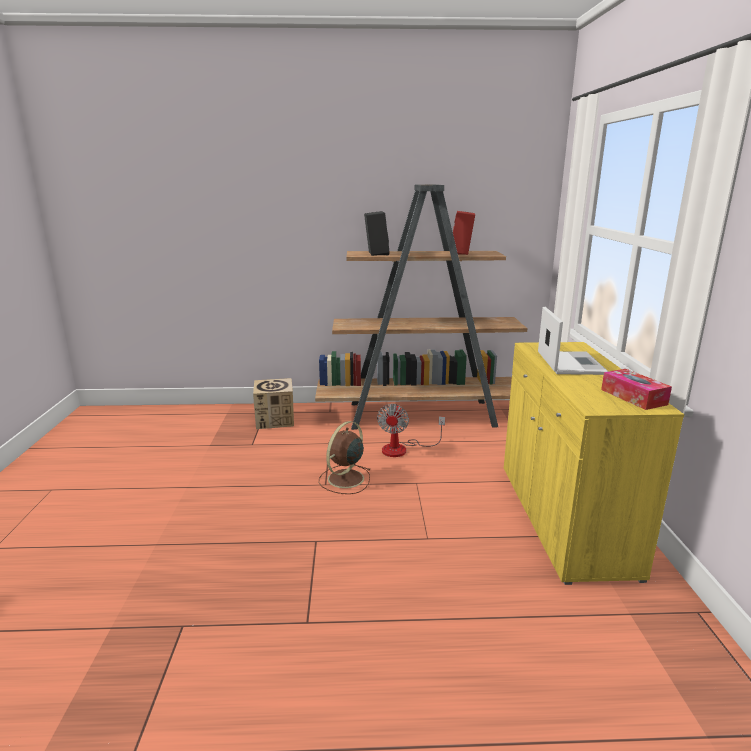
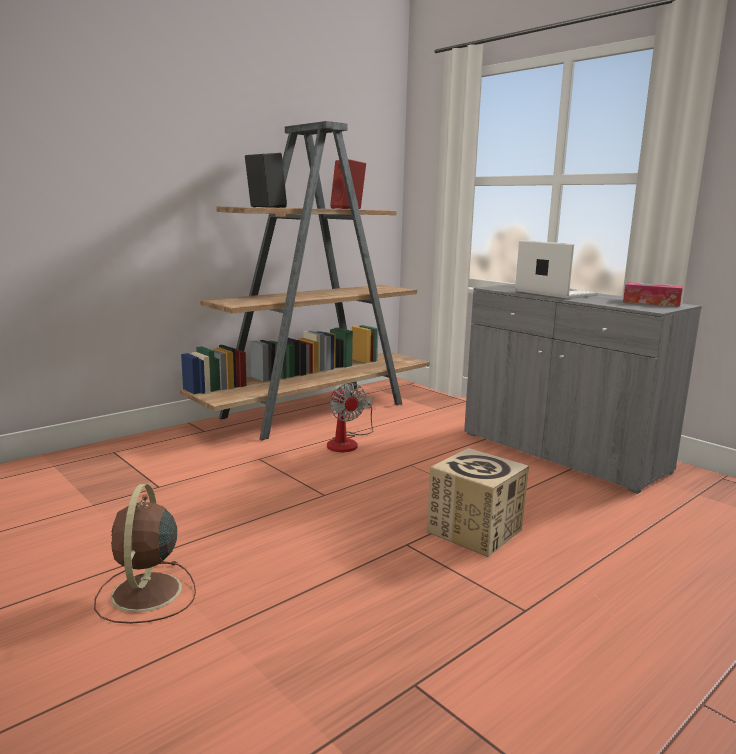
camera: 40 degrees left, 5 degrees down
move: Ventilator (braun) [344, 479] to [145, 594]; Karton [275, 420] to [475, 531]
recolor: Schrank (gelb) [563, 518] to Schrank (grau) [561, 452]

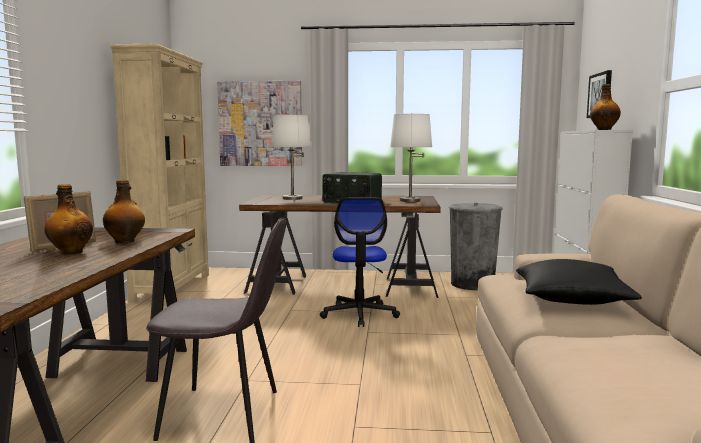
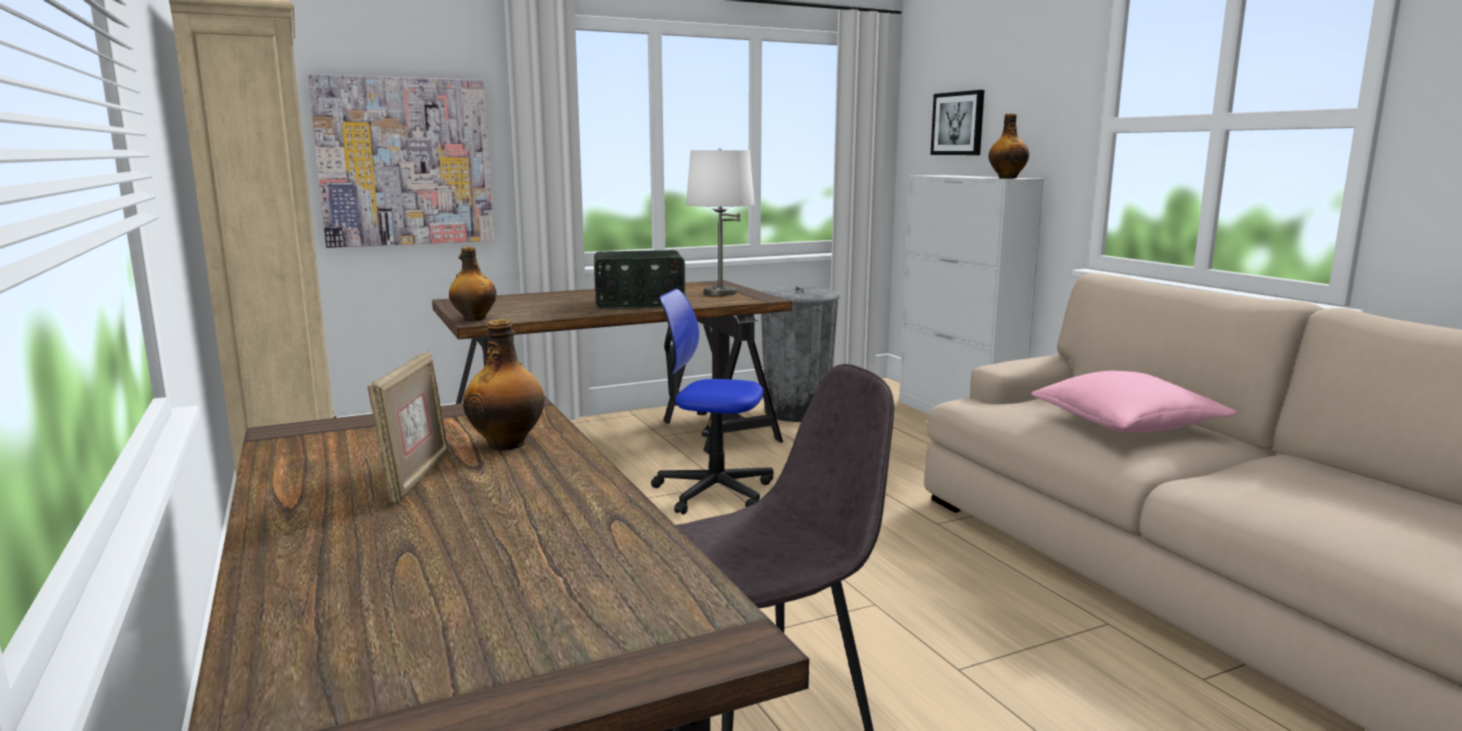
camera: 30 degrees left, 5 degrees up
delete: Tischlampe (weiß) [292, 198]
move: Flasche [71, 252] to [474, 319]
recolor: Kissen (schwarz) [571, 299] to Kissen (rosa) [1127, 425]
rotate: Bürostuhl [359, 314] = [713, 491] 135 degrees clockwise

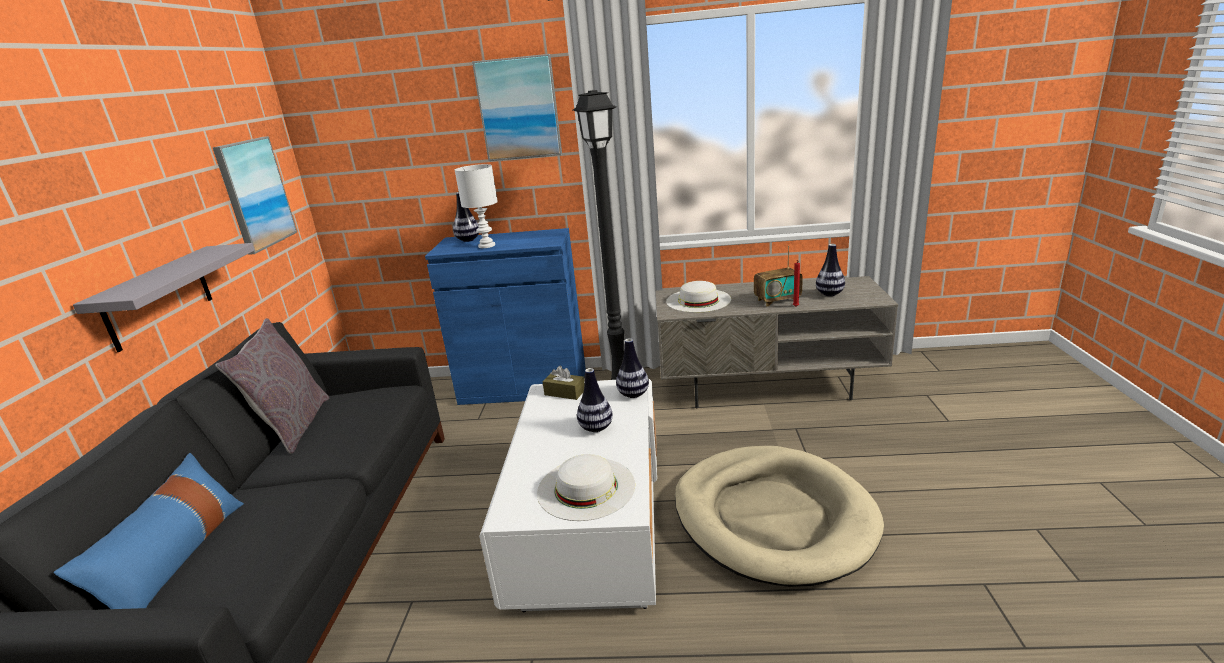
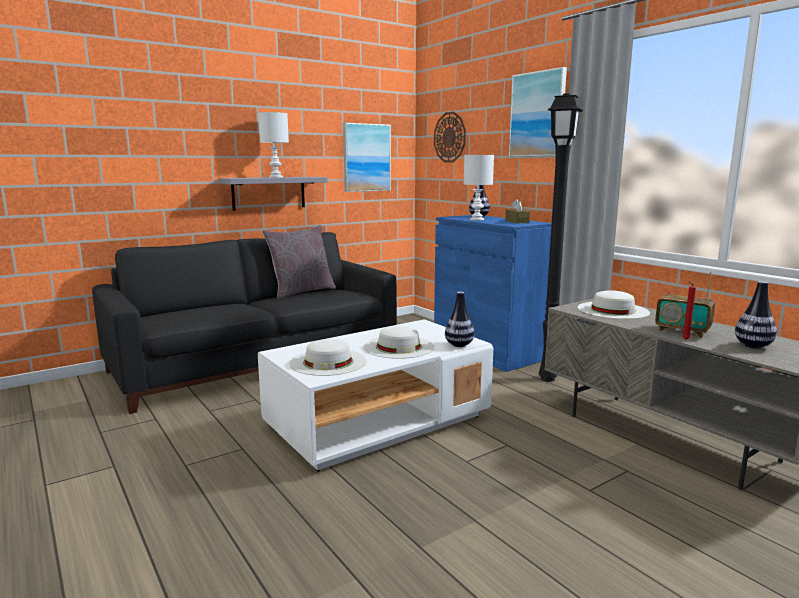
camera: 50 degrees right, 10 degrees down
delete: Kissen (blau) [176, 559]; Hundebett (beige) [772, 517]
insert: Tischlampe (weiß) [276, 177]; Wanduhr [450, 137]
move: Taschentuchbox (braun) [564, 393] to [517, 221]
replace: Vase [596, 428] to Hut (weiß) [399, 347]

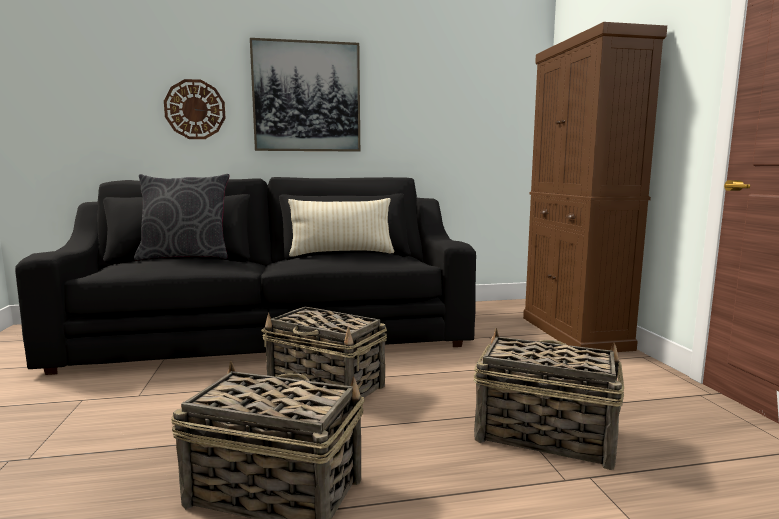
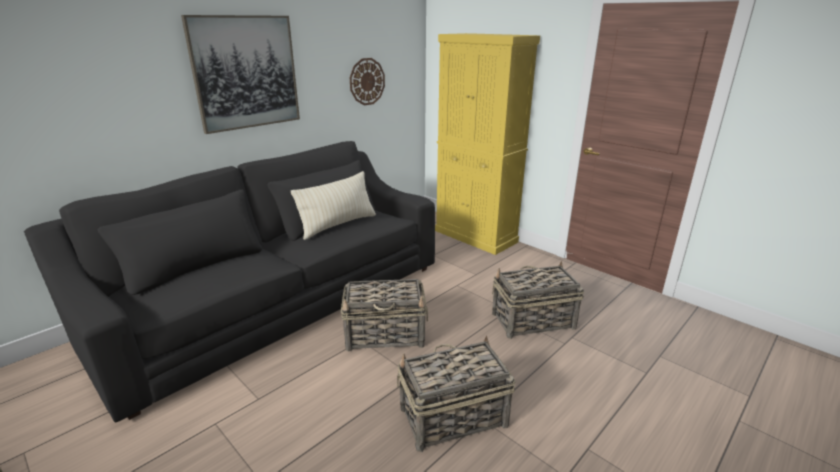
camera: 35 degrees left, 15 degrees up
delete: Kissen (grau) [185, 257]
move: Wanduhr [195, 109] to [367, 81]
recolor: Schrank (braun) [574, 333] to Schrank (gelb) [475, 236]

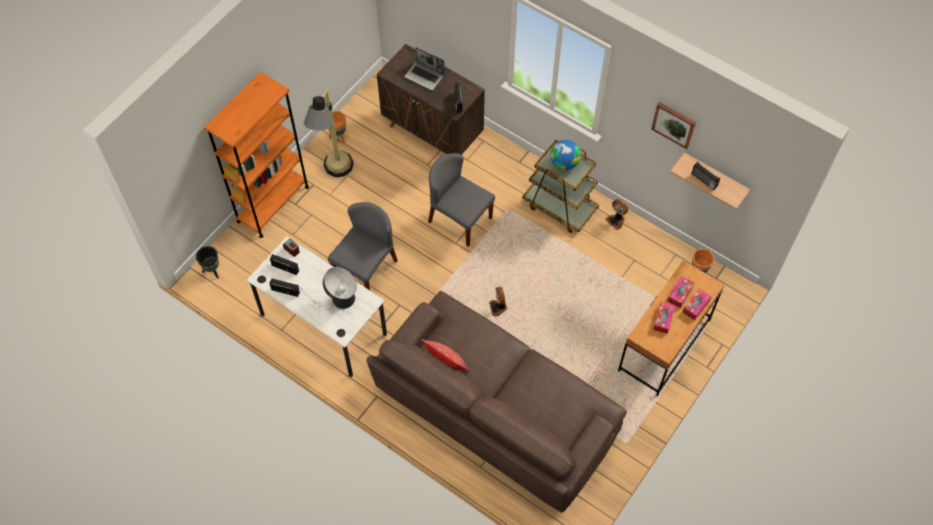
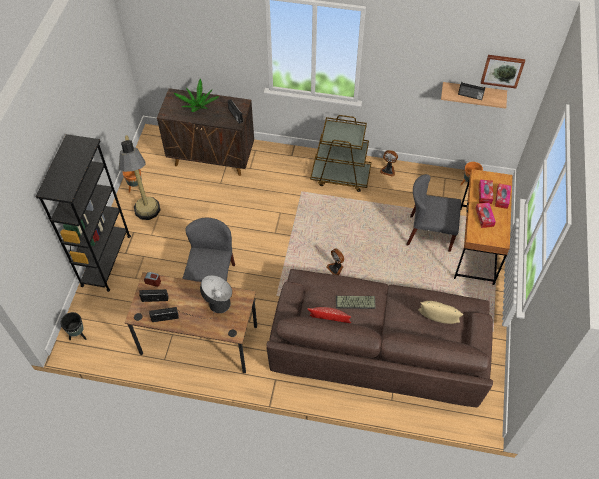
camera: 25 degrees left, 5 degrees down
delete: Globus [564, 163]
insert: Tastatur [355, 303]; Kissen (beige) [437, 320]
move: Stuhl (grau) [459, 219] to [429, 233]; Bild [674, 124] to [502, 70]
replace: Laptop [425, 76] to Topfpflanze [198, 106]
recolor: Bücherregal (orange) [273, 204] to Bücherregal (schwarz) [106, 260]; Schreibtisch (weiß) [323, 324] to Schreibtisch (braun) [199, 340]

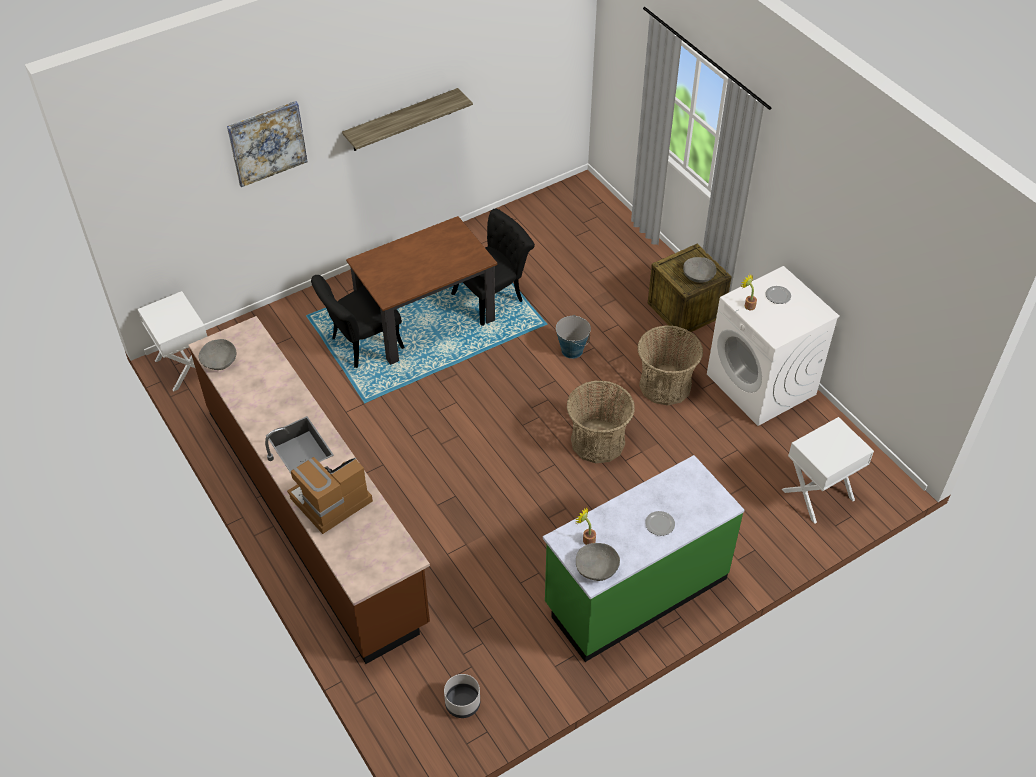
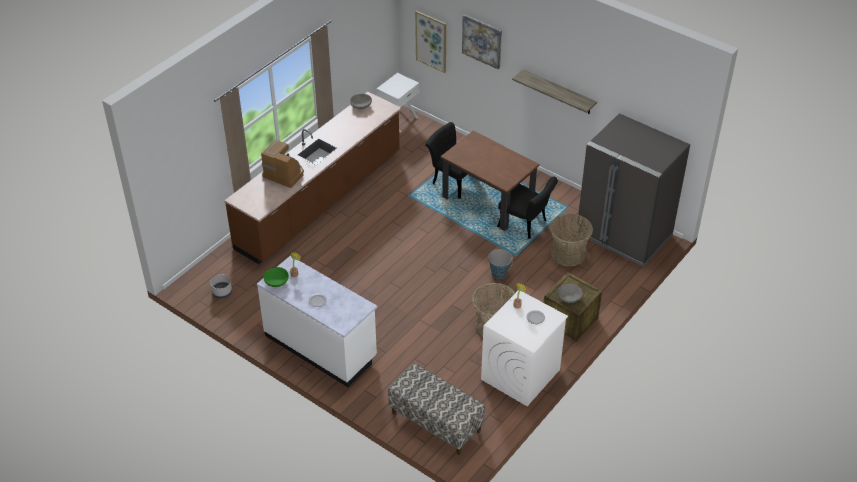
camera: 70 degrees right, 5 degrees down
insert: Bild [431, 41]; Kühlschrank (grau) [624, 235]
move: Korb [597, 441] to [568, 254]
replace: Nachttisch (weiß) [818, 495] to Bank [435, 422]
recolor: Küchenzeile (grün) [635, 592] to Küchenzeile (weiß) [321, 346]; Schüssel (grau) [597, 568] to Schüssel (grün) [276, 281]

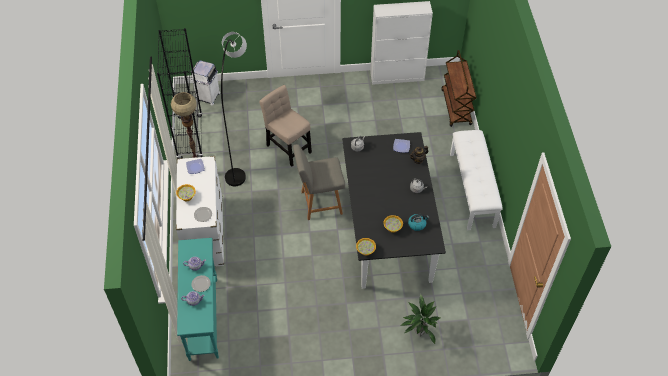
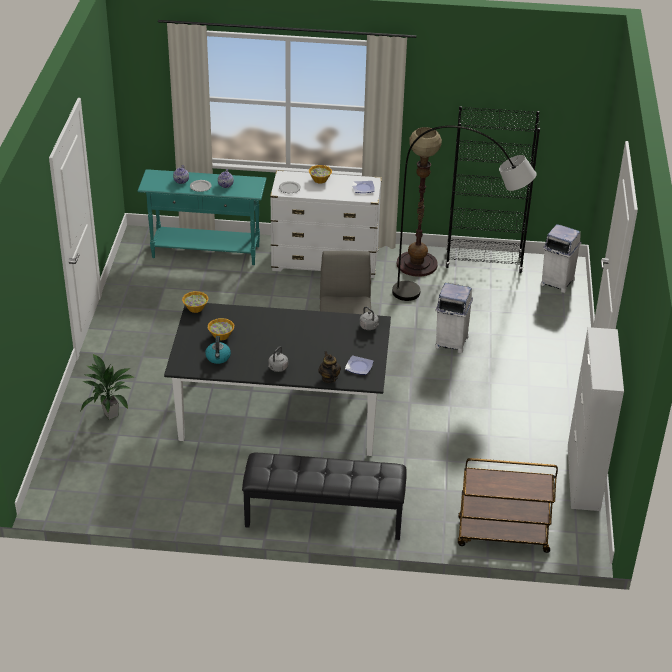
camera: 100 degrees right, 15 degrees down
replace: Stuhl (beige) [287, 147] to Mülleimer (weiß) [451, 342]
recolor: Bank (weiß) [472, 190] to Bank (schwarz) [323, 517]

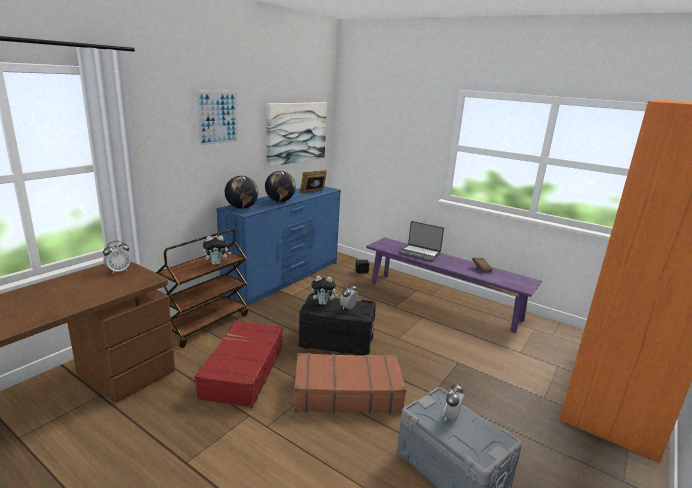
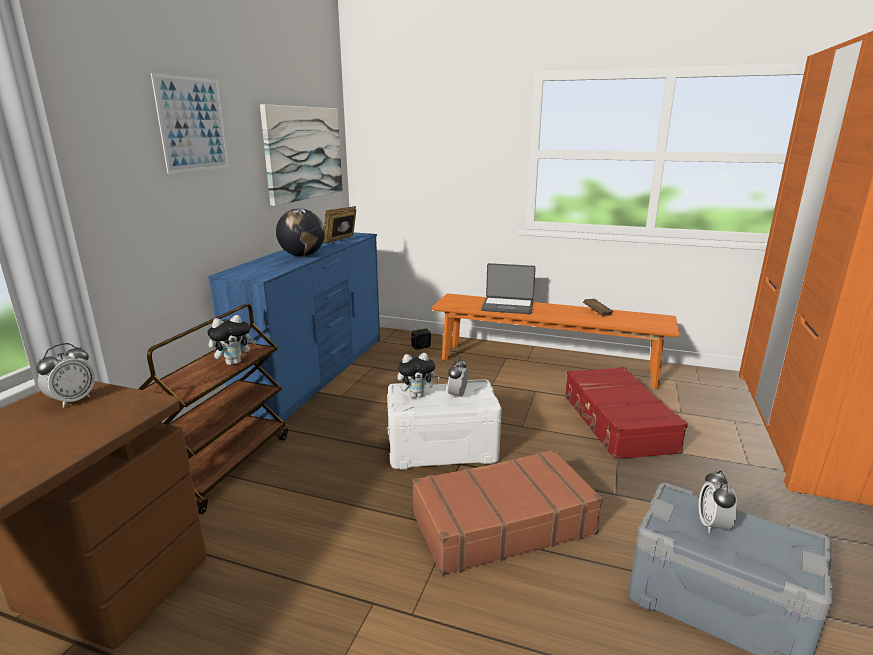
camera: 15 degrees left, 0 degrees up
delete: Globus [242, 208]
move: Koffer (rot) [242, 371] to [616, 423]
recolor: Aufbewahrungsbox (schwarz) [336, 341] to Aufbewahrungsbox (weiß) [442, 449]; Bank (lila) [442, 300] to Bank (orange) [546, 365]

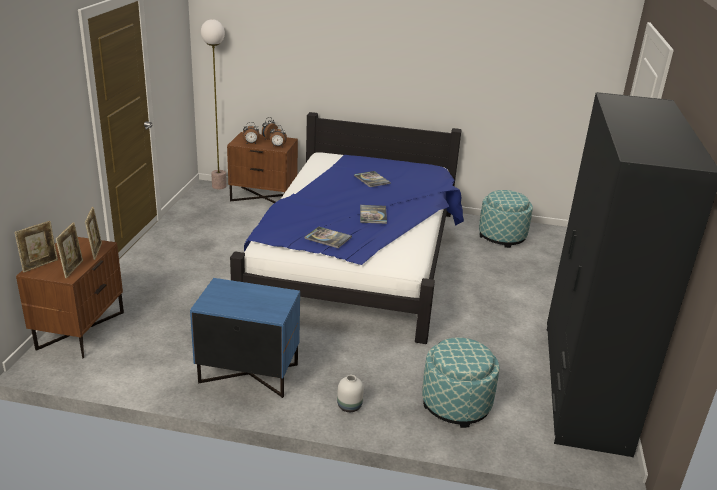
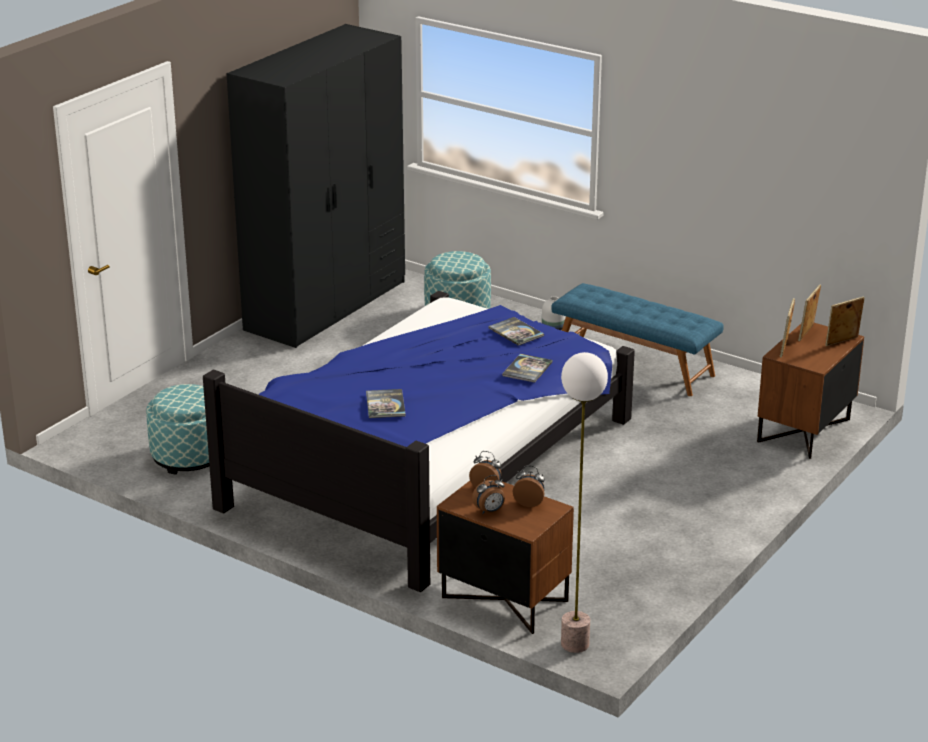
camera: 155 degrees left, 0 degrees up
move: Buch [373, 215] to [527, 369]
replace: Nachttisch (blau) [248, 374] to Bank (blau) [634, 364]

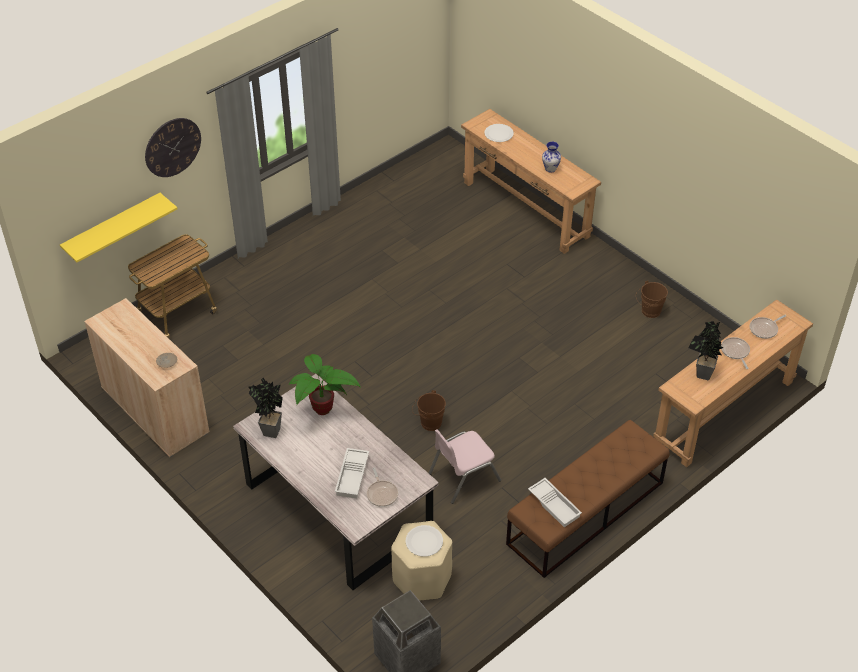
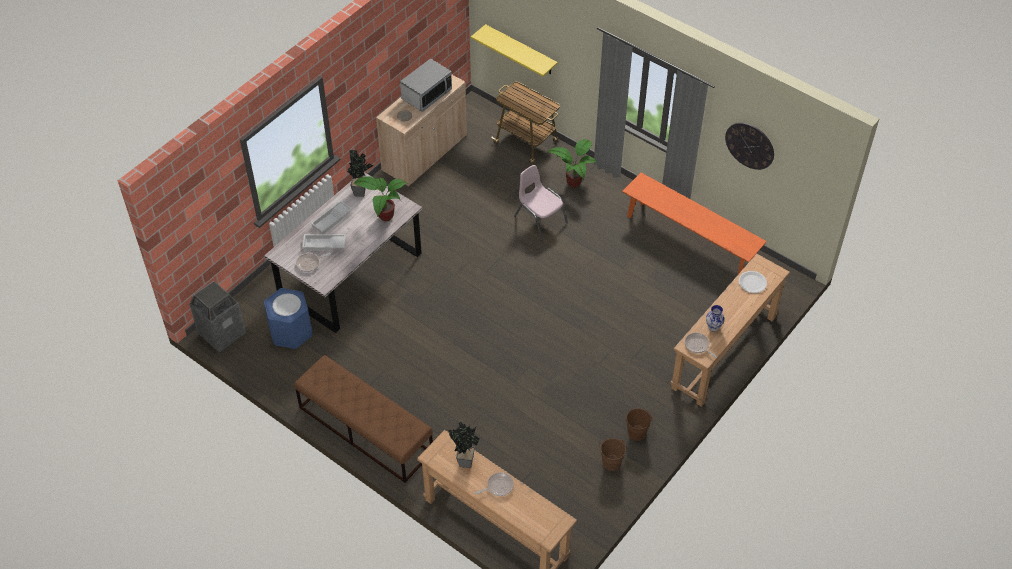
camera: 80 degrees right, 5 degrees up
insert: Mikrowelle [426, 94]; Topfpflanze [574, 182]; Bank (orange) [689, 240]
move: Tablett (weiß) [555, 505] to [332, 220]; Stuhl (rosa) [463, 477] to [540, 219]; Eimer (braun) [428, 423] to [636, 431]; Pfanne [765, 329] to [697, 345]; Wanduhr [172, 147] to [749, 145]
recolor: Hocker (beige) [422, 579] to Hocker (blau) [291, 332]

